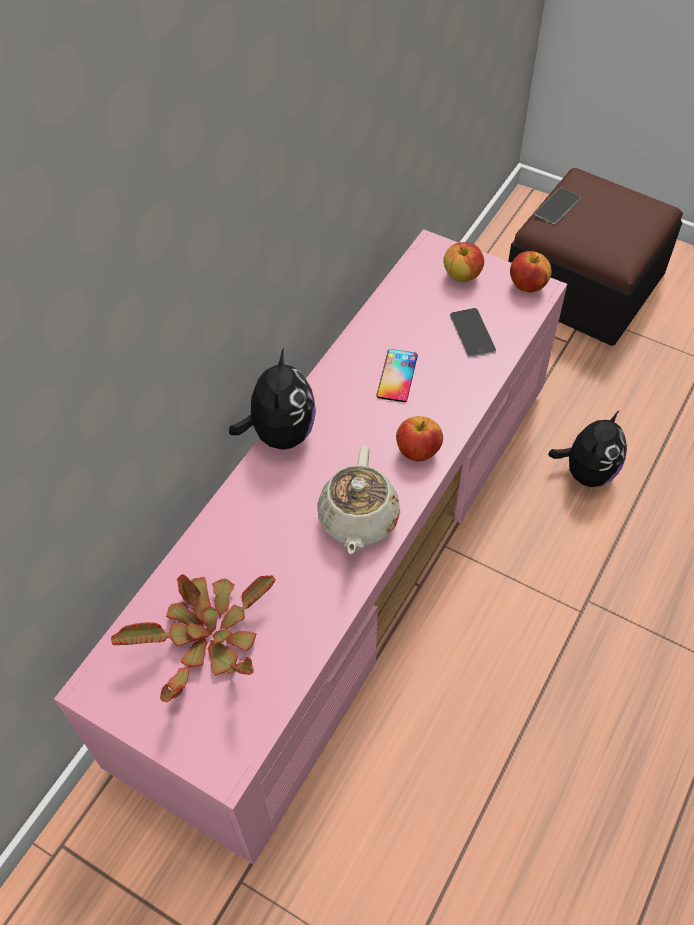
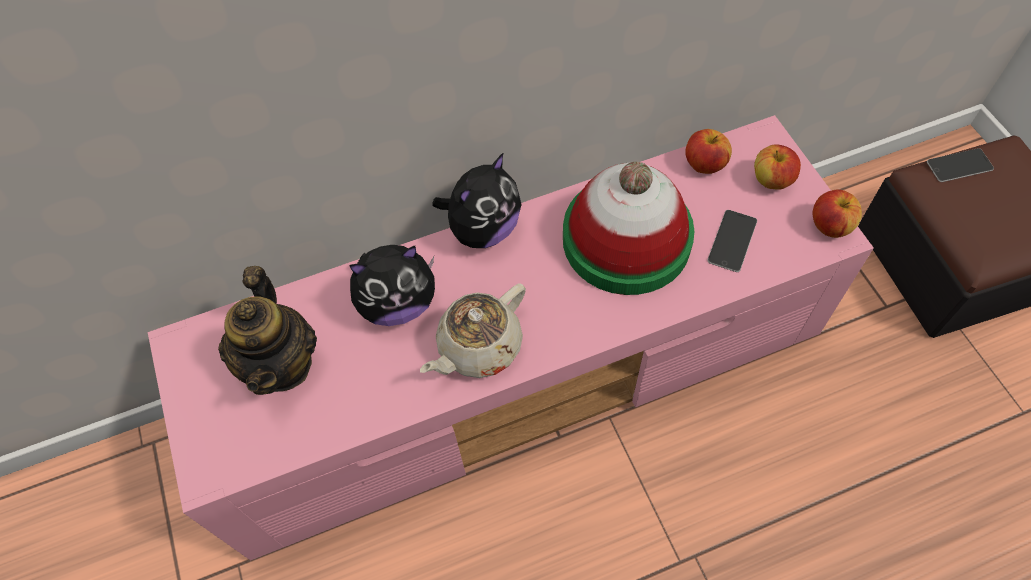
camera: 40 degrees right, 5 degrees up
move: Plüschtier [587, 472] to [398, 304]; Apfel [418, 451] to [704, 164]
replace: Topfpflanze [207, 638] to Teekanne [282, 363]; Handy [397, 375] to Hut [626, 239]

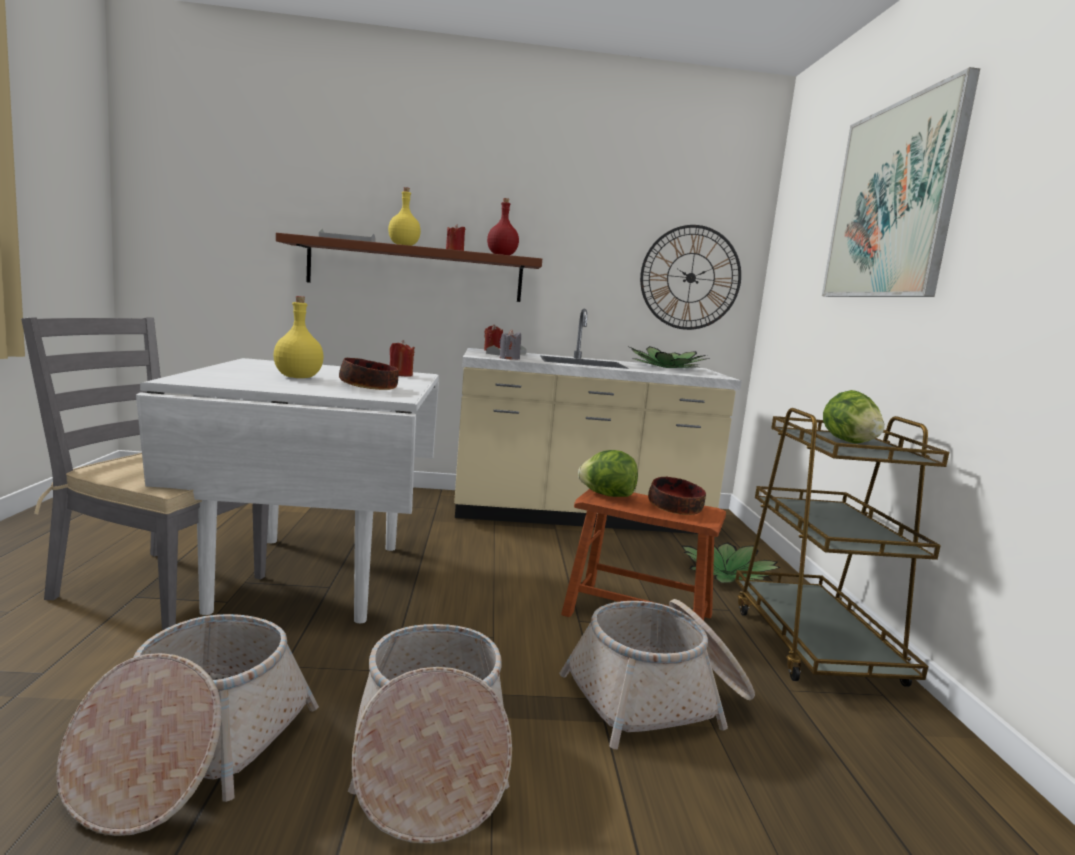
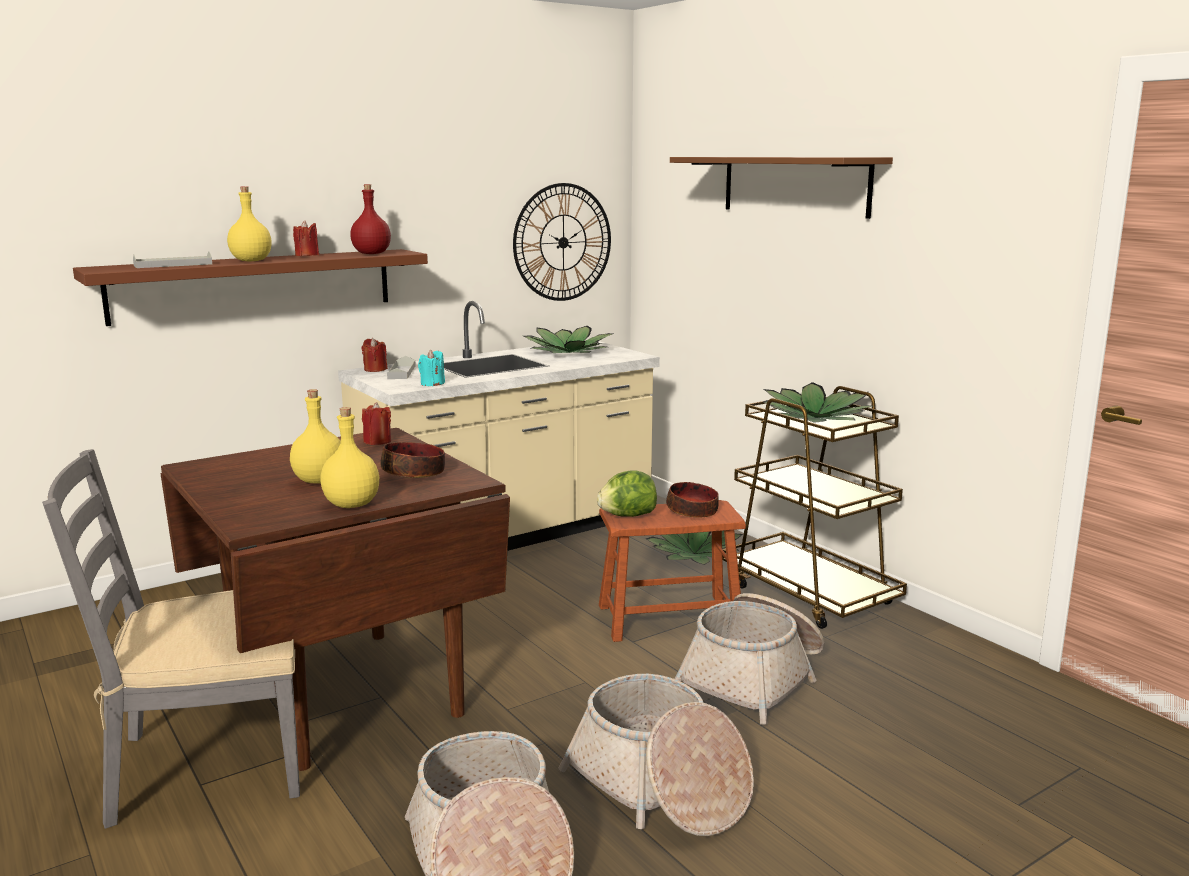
camera: 30 degrees left, 5 degrees up
insert: Flasche (gelb) [351, 505]
replace: Bild [892, 201] to Wandregal (braun) [794, 185]; Salatkopf [849, 442] to Topfpflanze [816, 417]
recolor: Esstisch (weiß) [308, 576] to Esstisch (braun) [343, 694]; Kerze (grau) [509, 359] to Kerze (türkis) [432, 384]

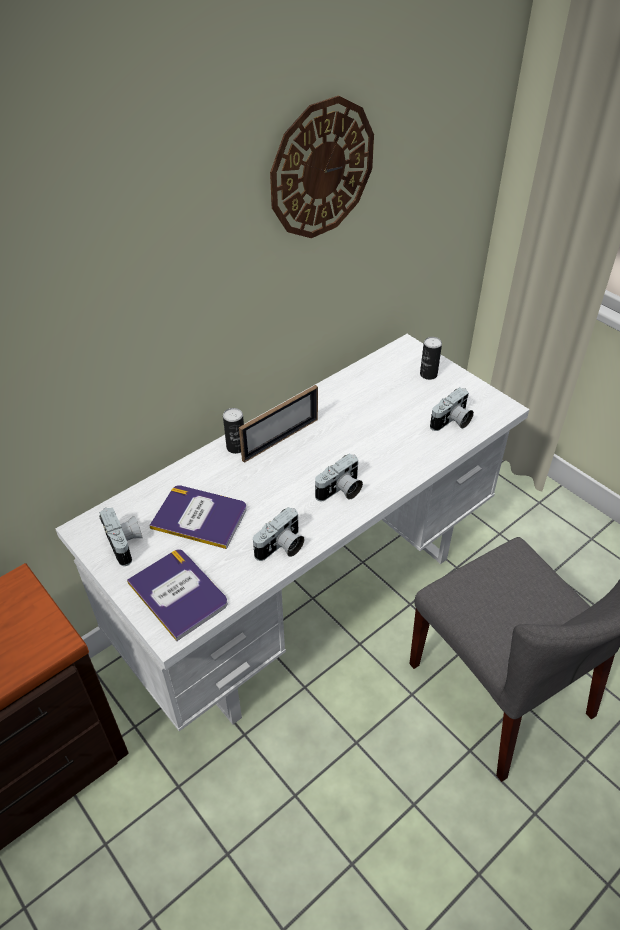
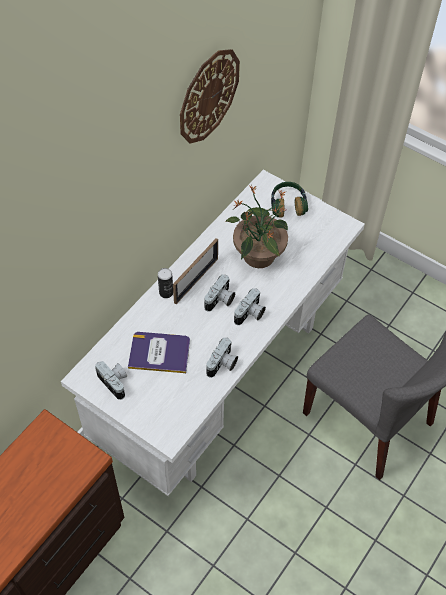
camera: 15 degrees left, 10 degrees up
delete: Buch [178, 593]
insert: Topfpflanze [258, 256]
move: Kamera [452, 422] to [220, 300]
replace: Dose [428, 374] to Kopfhörer [287, 205]

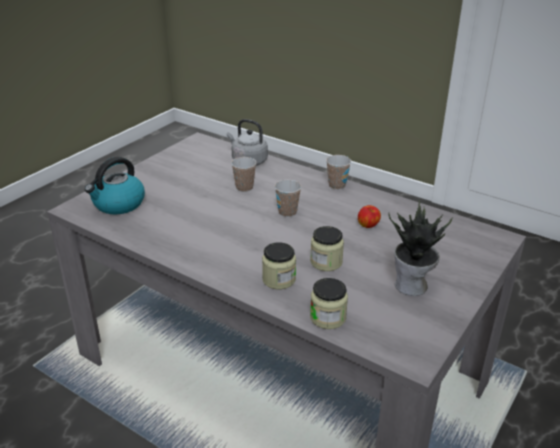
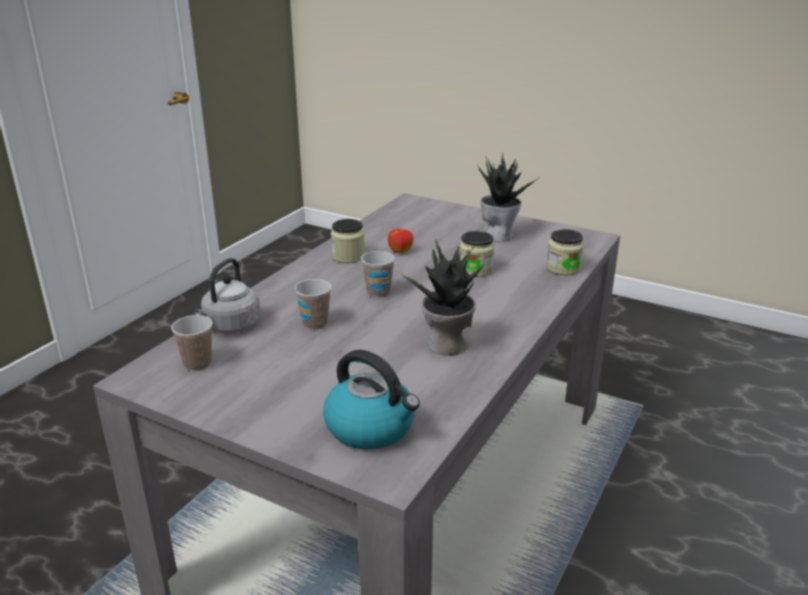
camera: 95 degrees left, 5 degrees down
insert: Topfpflanze [446, 346]
move: Tasse [337, 185] to [197, 364]; Vorratsglas [279, 279] to [348, 256]

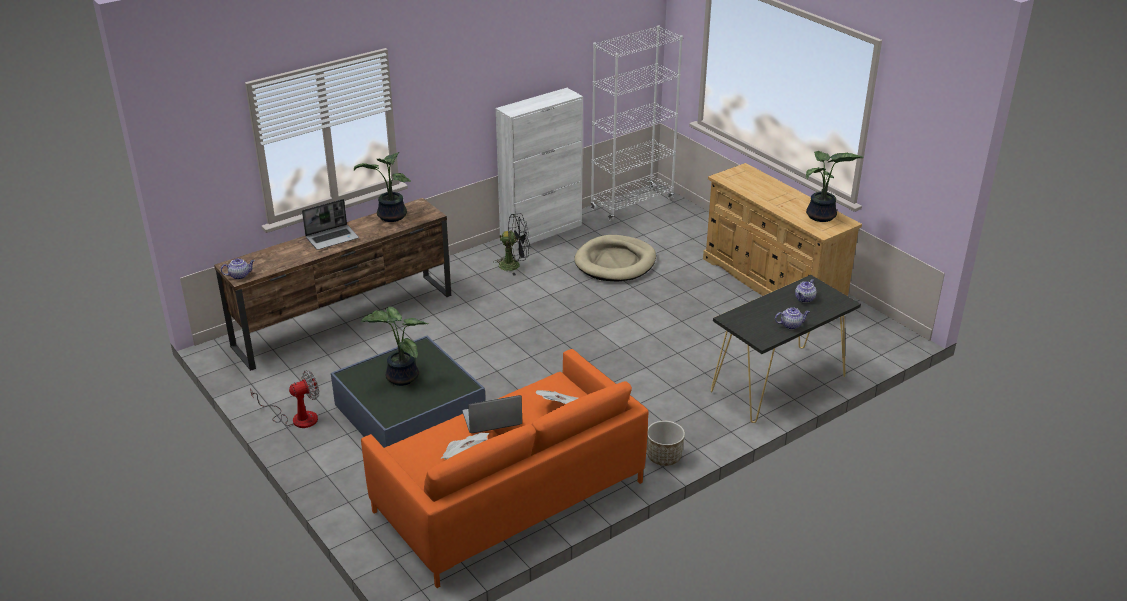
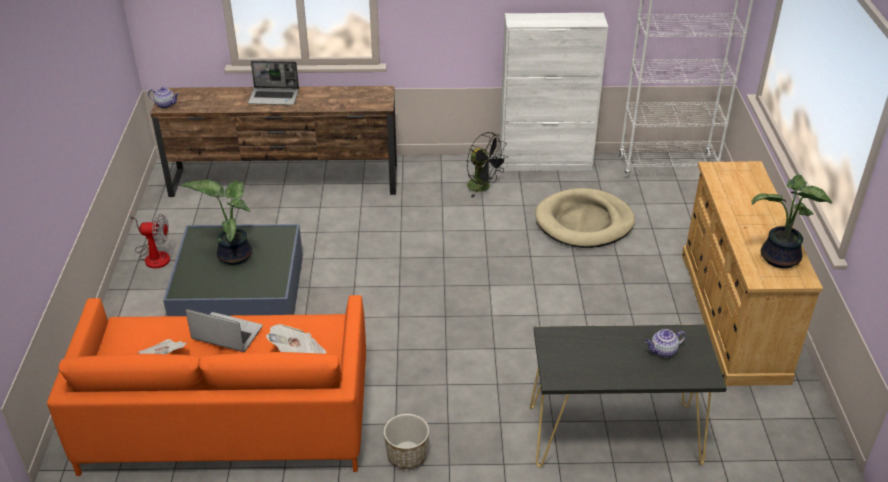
camera: 35 degrees right, 5 degrees up
delete: Topfpflanze [391, 217]; Teekanne [791, 325]

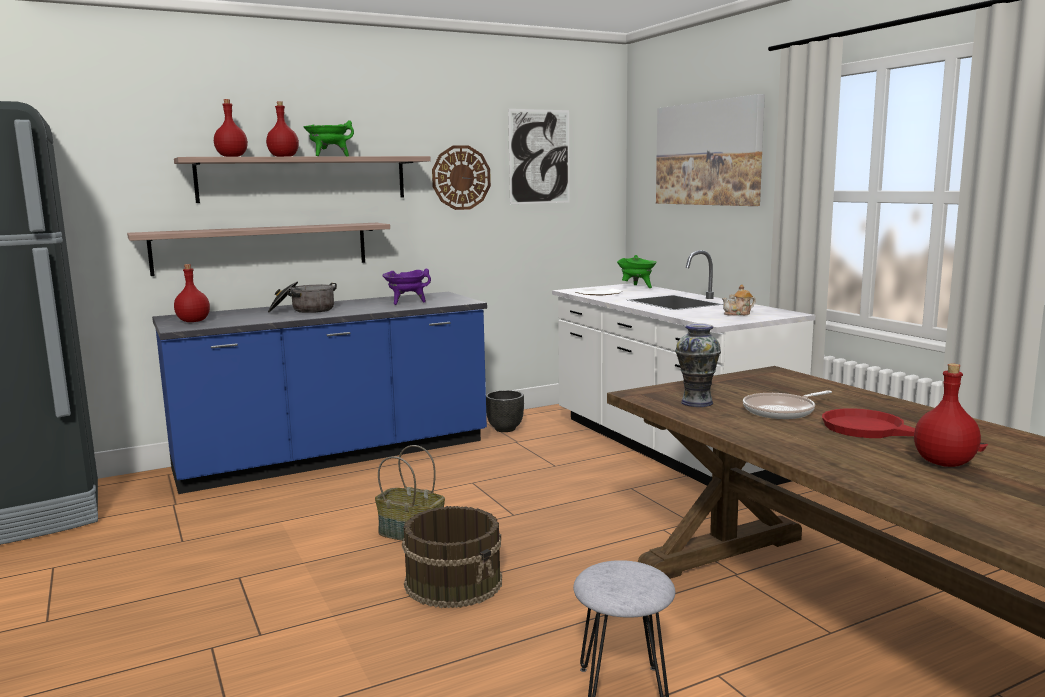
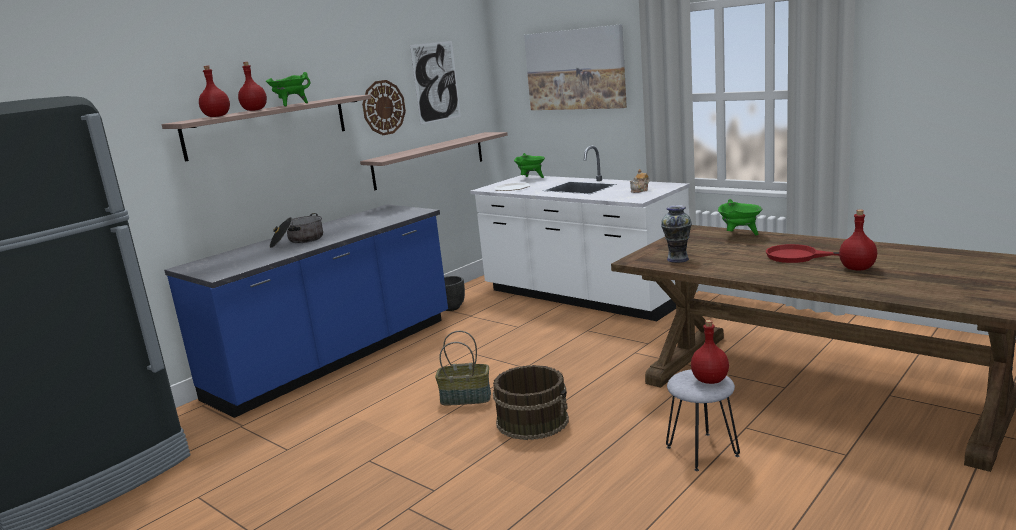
camera: 20 degrees left, 5 degrees up
delete: Kochtopf (lila) [406, 302]; Pfanne [782, 411]
insert: Kochtopf (grün) [739, 235]
move: Wandregal [262, 248] to [429, 160]; Flasche (rot) [192, 321] to [709, 380]

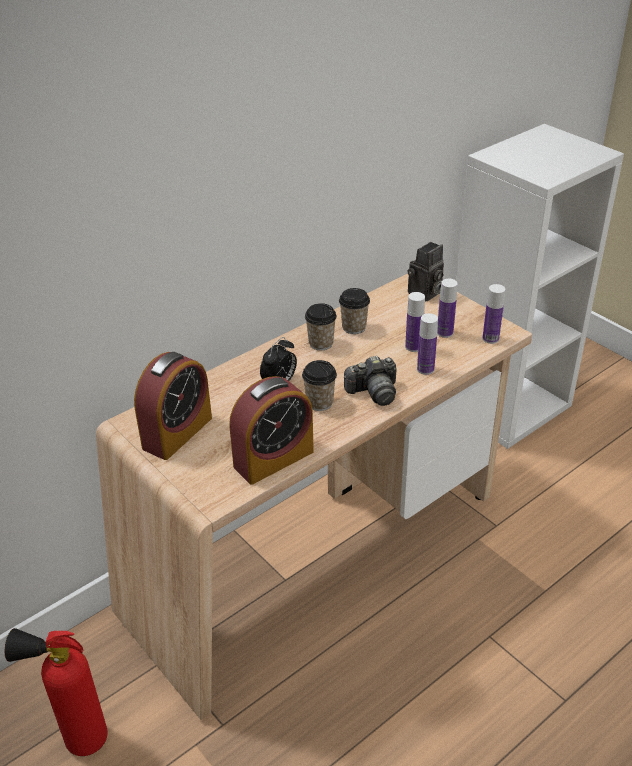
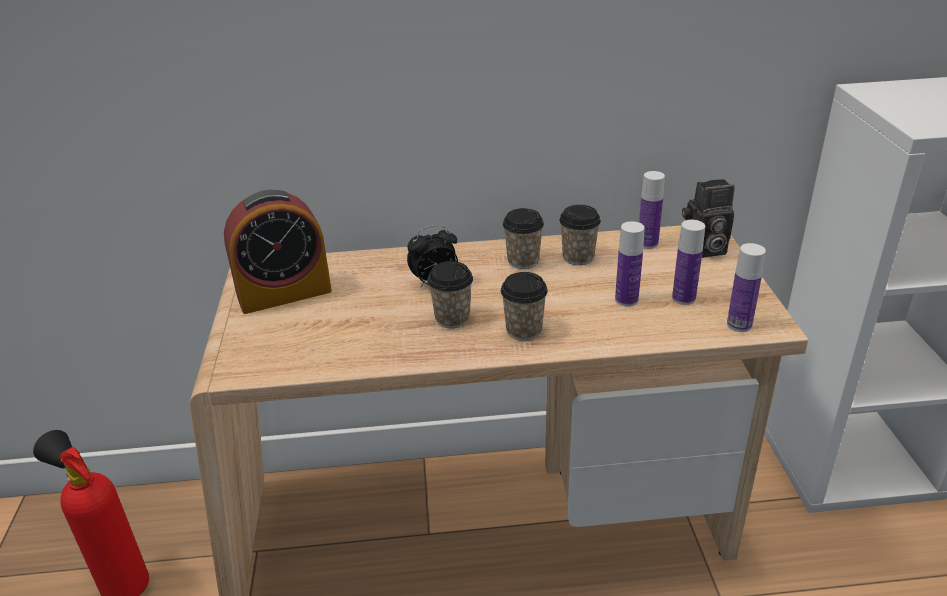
camera: 35 degrees right, 5 degrees down
delete: Wecker [273, 459]
move: Flasche [425, 369] to [647, 243]
replace: Kamera [373, 392] to Tasse [524, 330]

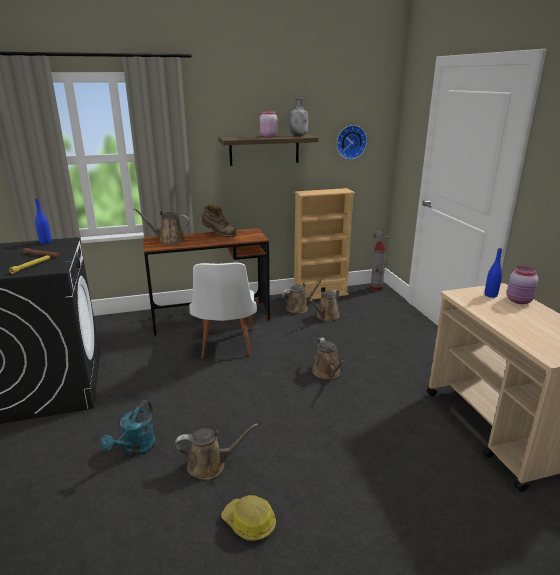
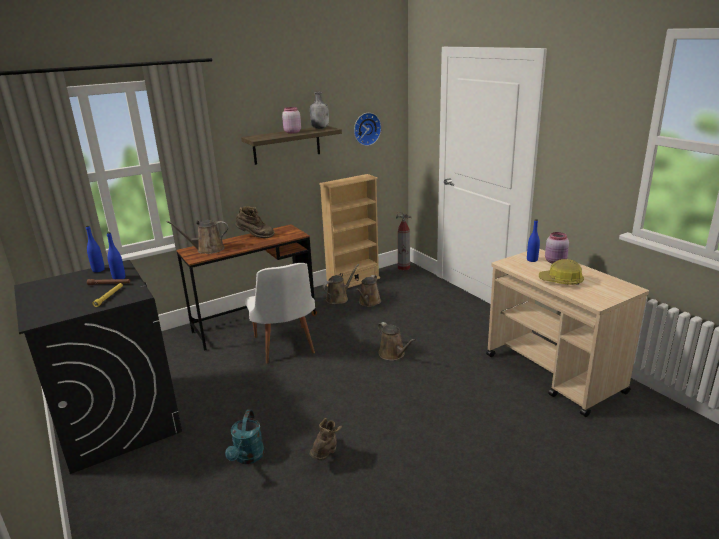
camera: 15 degrees left, 0 degrees up
insert: Flasche (blau) [119, 278]
move: Schutzhelm [249, 523] to [561, 281]
replace: Gießkanne (braun) [210, 465] to Stiefel (braun) [326, 455]

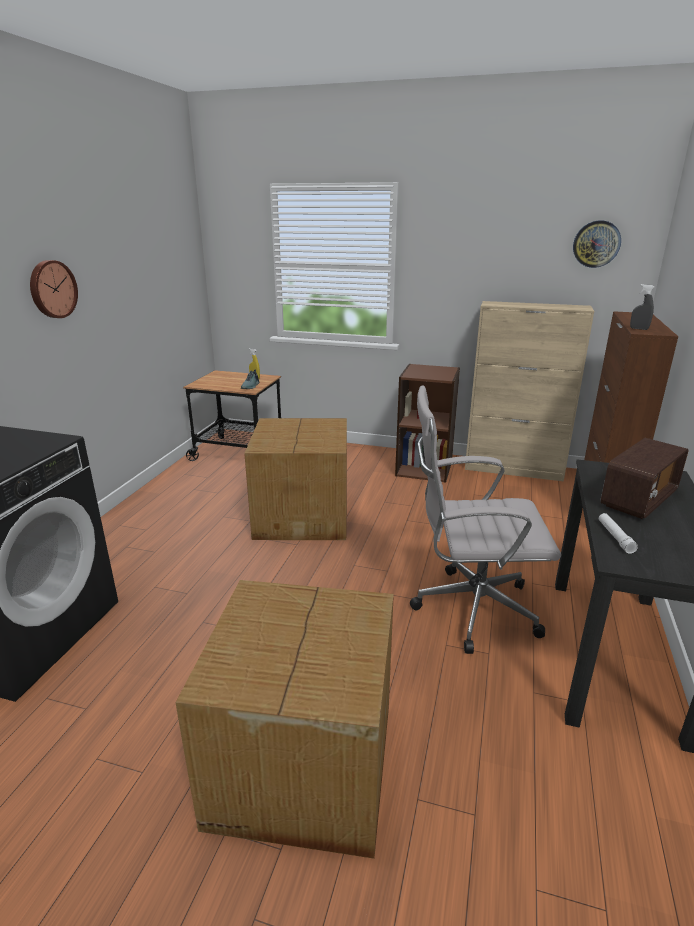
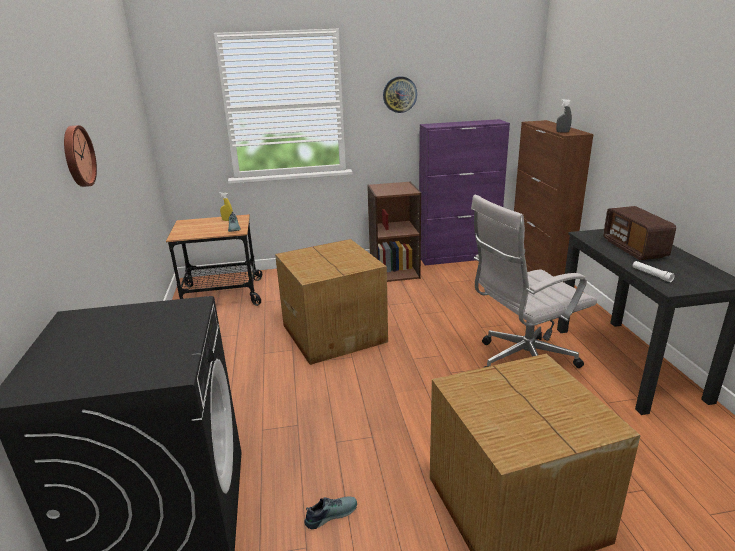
camera: 25 degrees left, 0 degrees up
insert: Schuh [330, 514]
move: Wanduhr [596, 244] to [399, 94]
recolor: Schrank (beige) [514, 469] to Schrank (lila) [459, 257]
rotate: Radio [638, 499] = [634, 249] 150 degrees clockwise

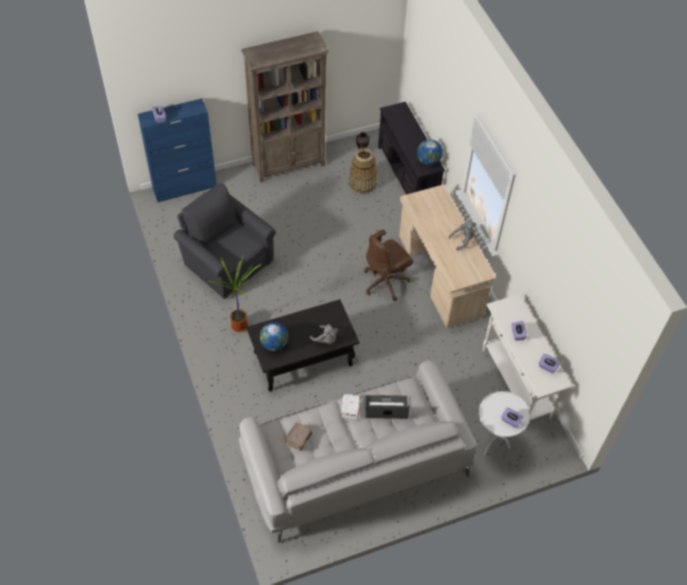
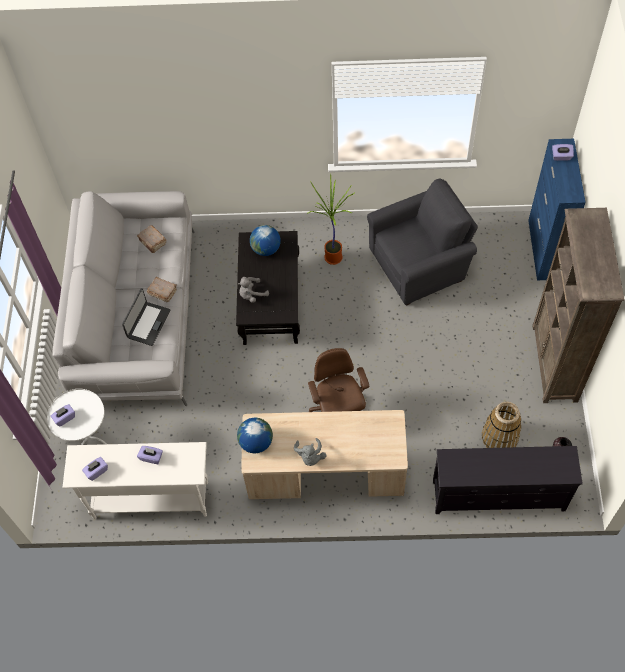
camera: 115 degrees right, 5 degrees up
move: Globus [428, 161] to [256, 442]
recolor: Buch (weiß) [350, 409] to Buch (braun) [162, 292]

